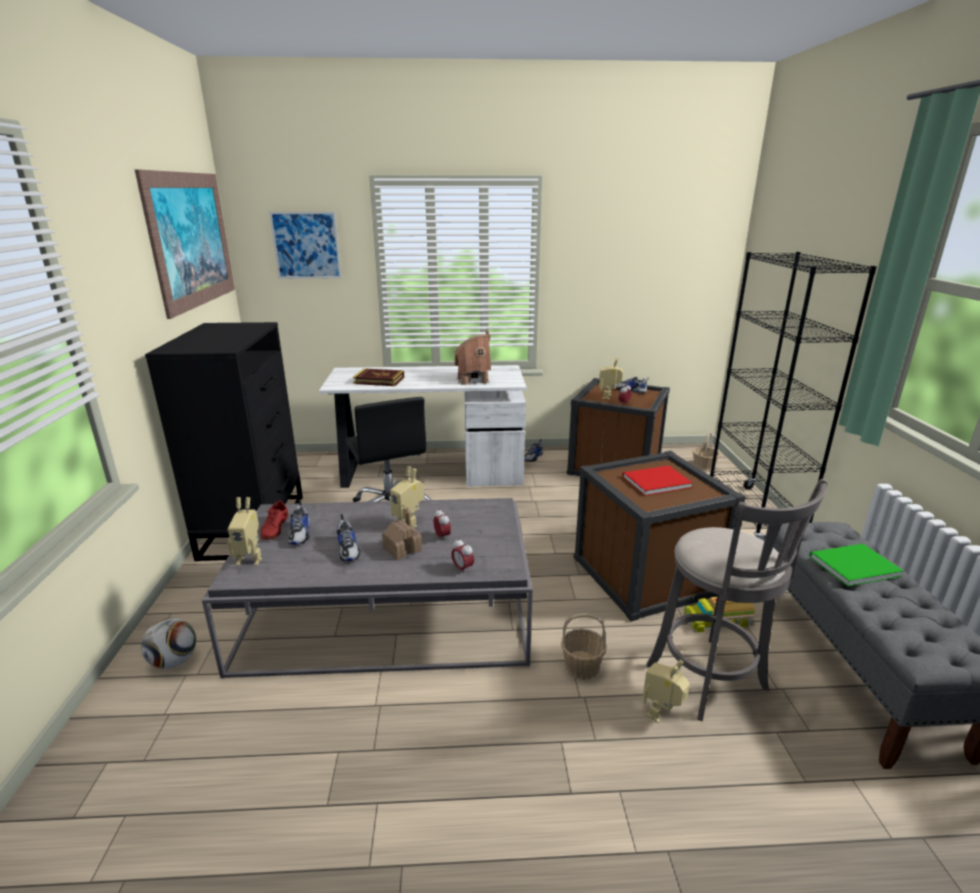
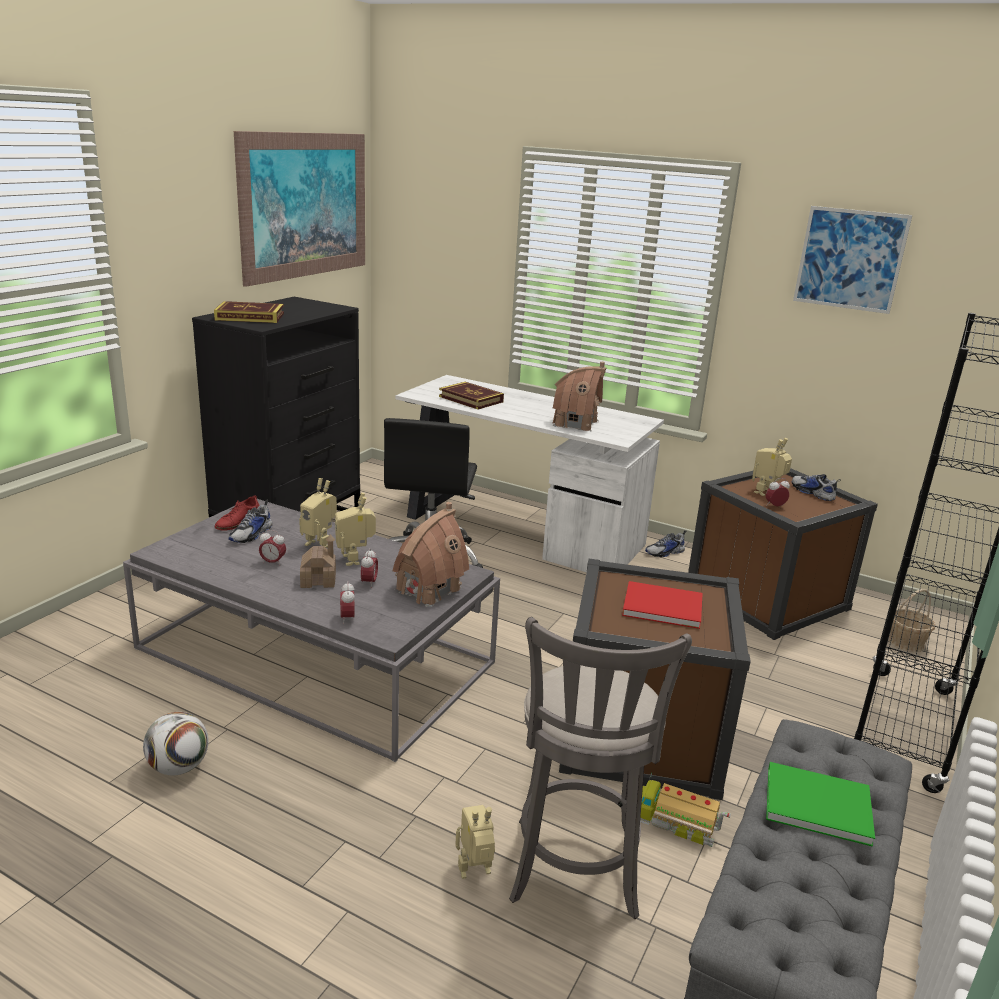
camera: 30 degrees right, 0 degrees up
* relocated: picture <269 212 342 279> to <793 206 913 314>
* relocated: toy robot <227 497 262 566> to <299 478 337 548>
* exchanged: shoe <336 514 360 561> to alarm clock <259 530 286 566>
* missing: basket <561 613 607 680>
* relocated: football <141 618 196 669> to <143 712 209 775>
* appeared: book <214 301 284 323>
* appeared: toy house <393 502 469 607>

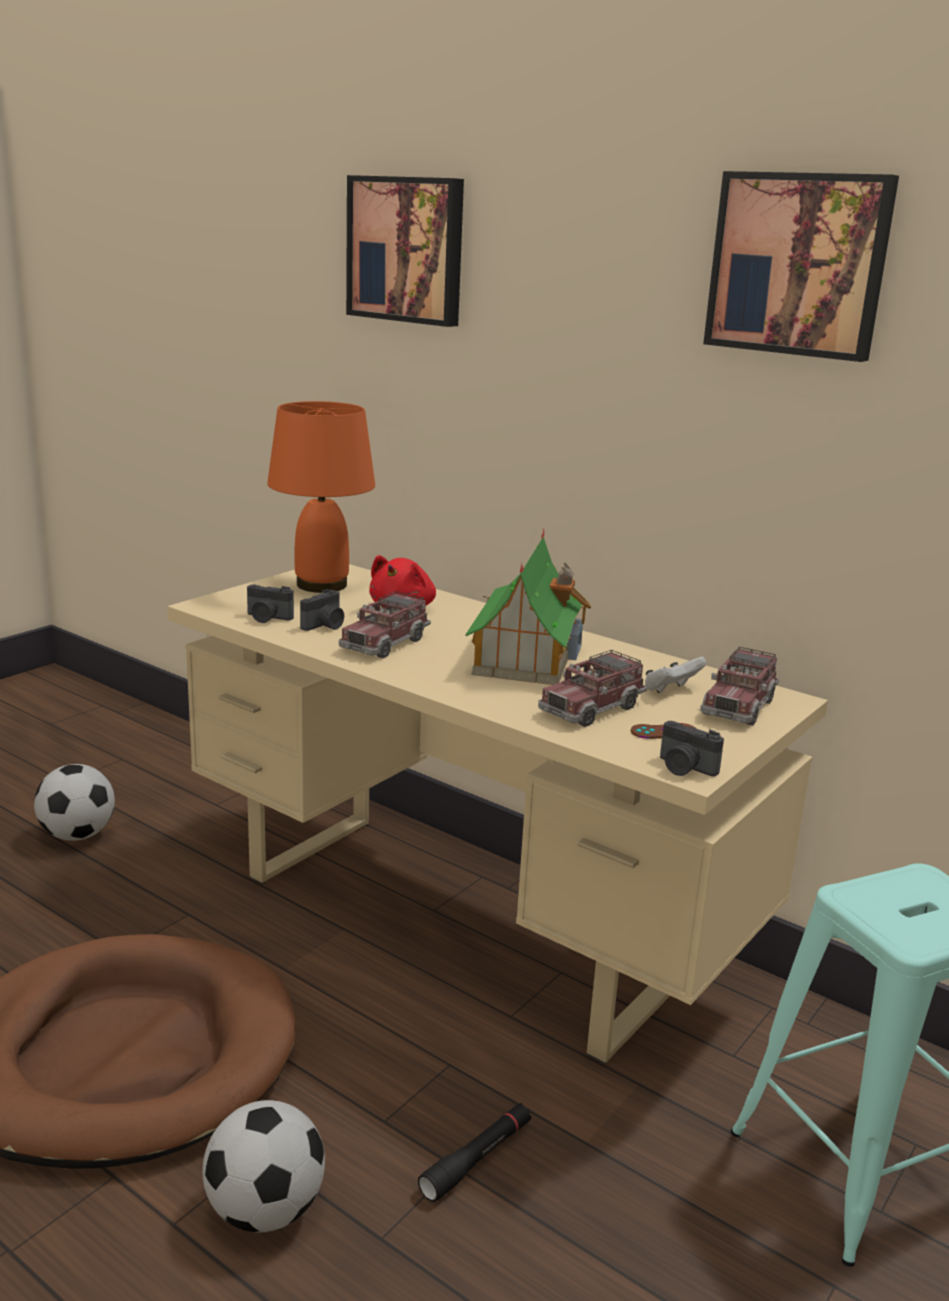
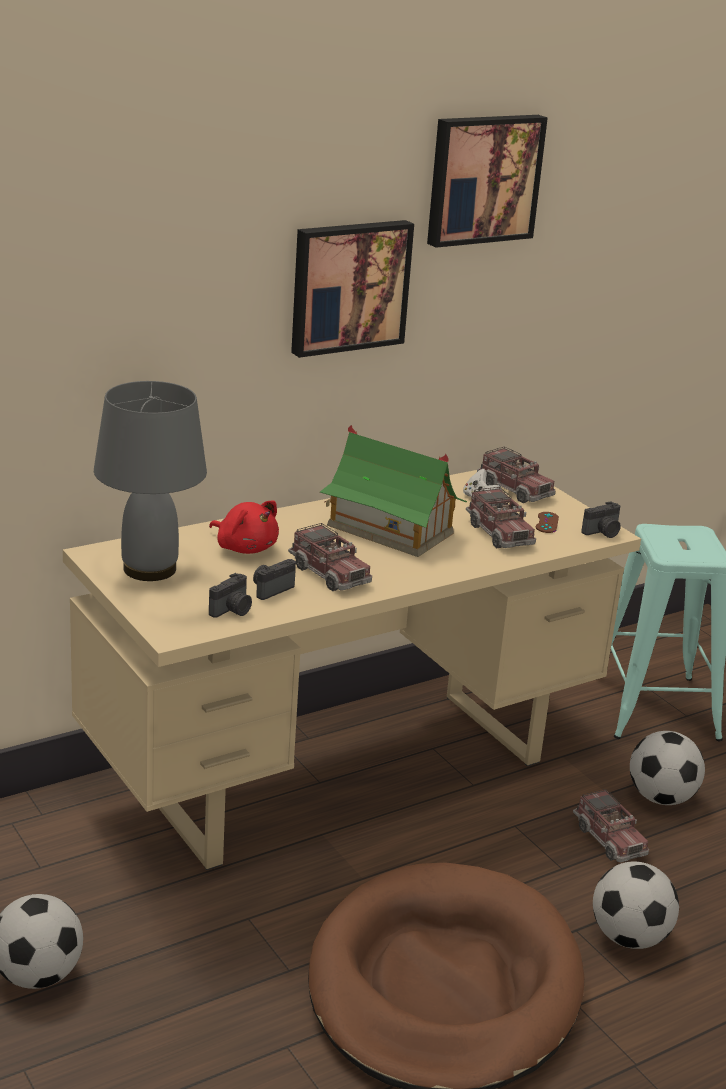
camera: 70 degrees left, 5 degrees up
* relocated: picture <346 175 464 327> to <291 220 414 358>
* colour: table lamp (orange) <267 401 375 593> to table lamp (grey) <94 381 207 581>
* spun: photo camera <300 589 344 631> = <253 559 296 600> 105 degrees counterclockwise
* exchanged: flashlight (black) <418 1103 531 1202> to toy truck <573 789 649 863>
* appeared: football <630 731 705 805>

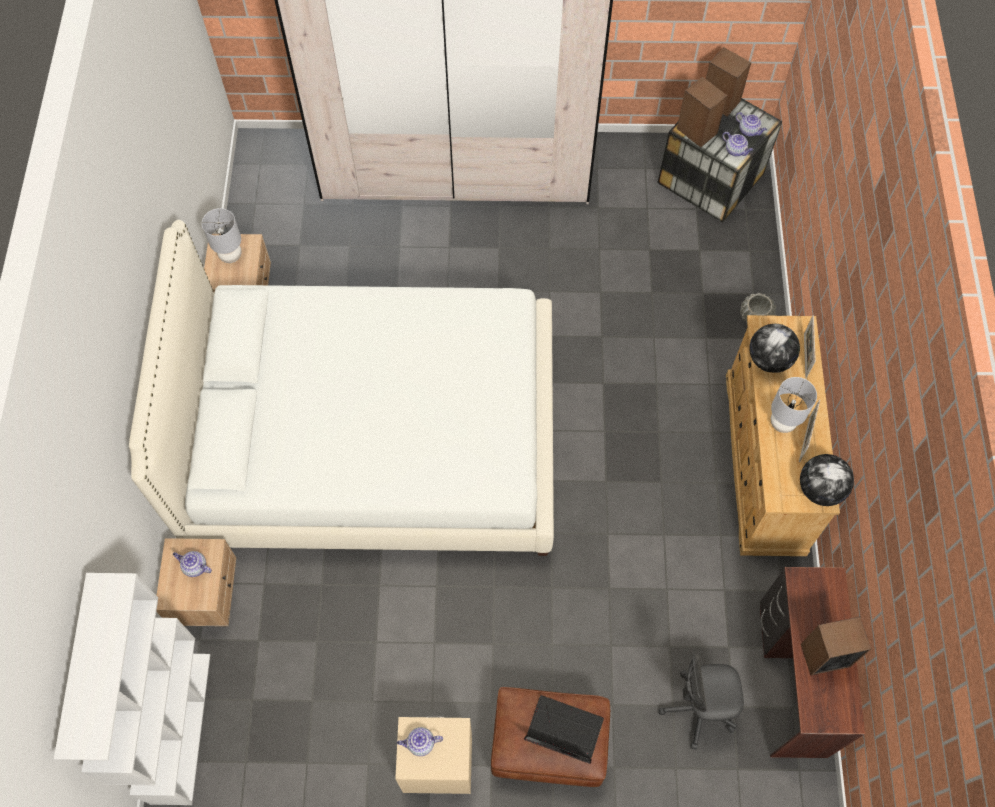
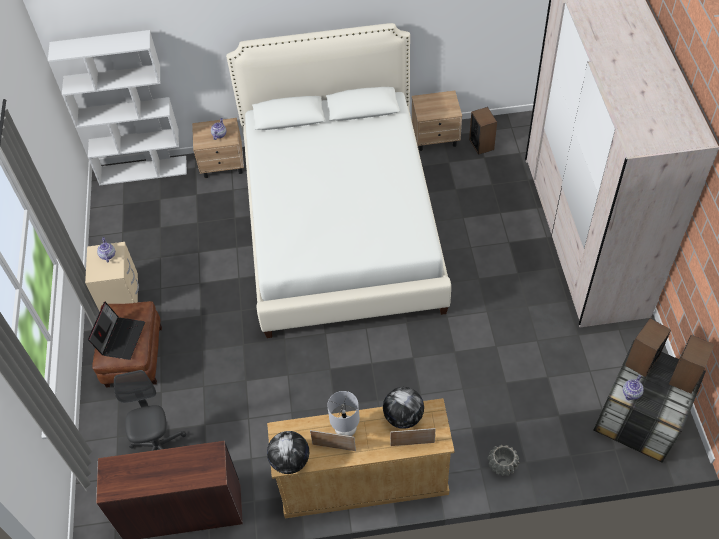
camera: 85 degrees right, 10 degrees down
* missing: teapot <736 112 767 136>
* missing: table lamp (grey) <202 208 242 263>
* relocated: speaker <801 617 871 675> to <469 107 497 155>

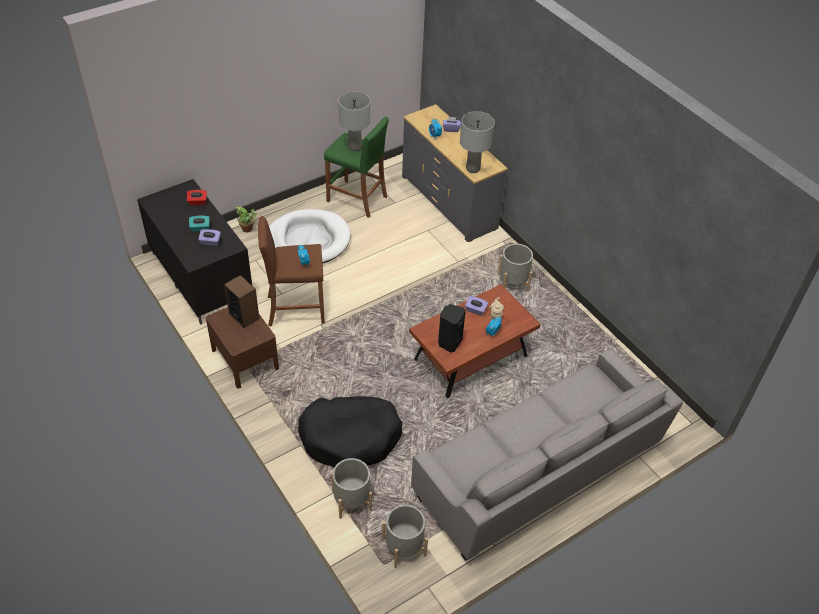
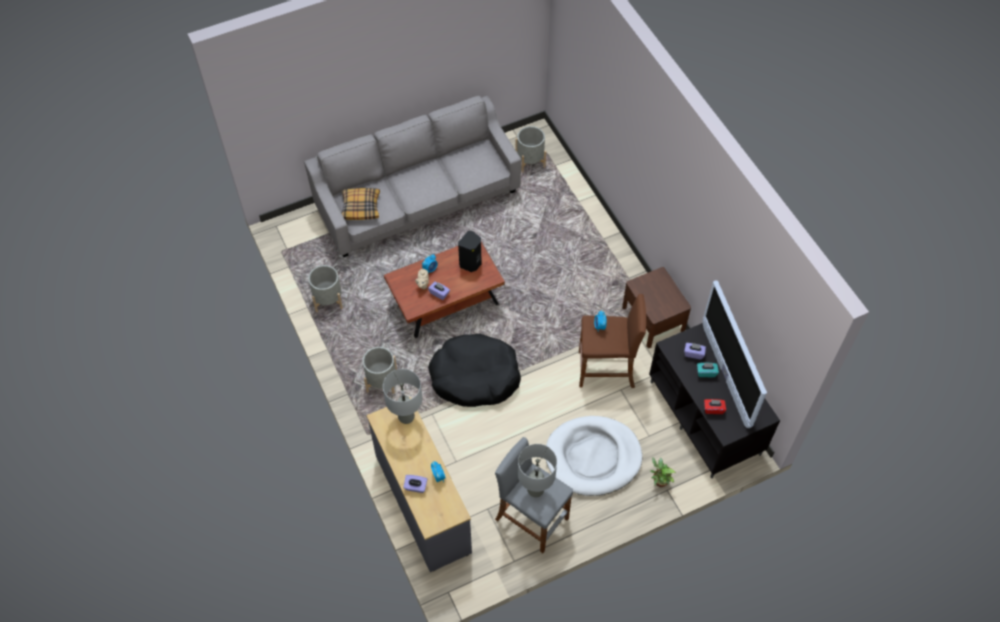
camera: 170 degrees left, 10 degrees up
* colour: stool (green) <324 117 389 218> to stool (grey) <495 437 573 553>
* missing: speaker <224 275 260 328>
* relocated: dog bed (black) <298 396 403 467> to <428 334 521 407>
* relocated: planter (grey) <331 458 372 519> to <308 265 343 312>
* appeared: pillow <341 188 380 220>
* appeared: television <703 280 767 428>

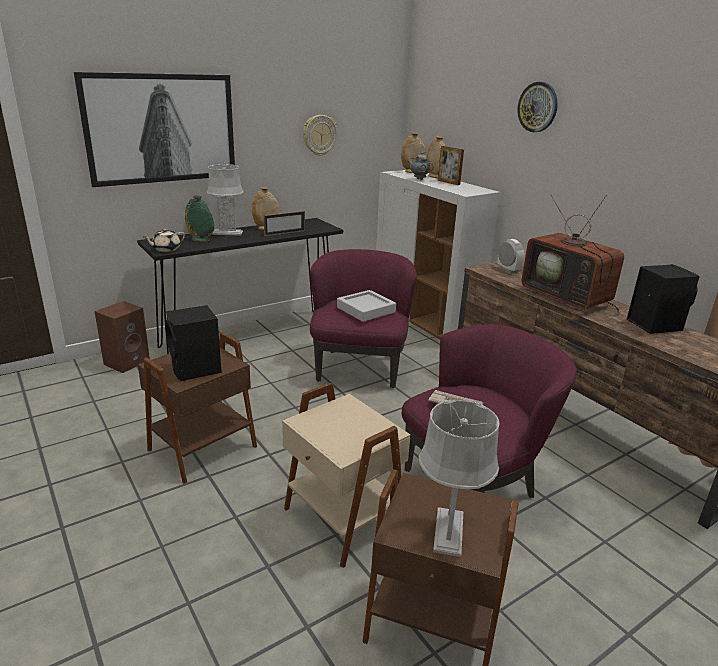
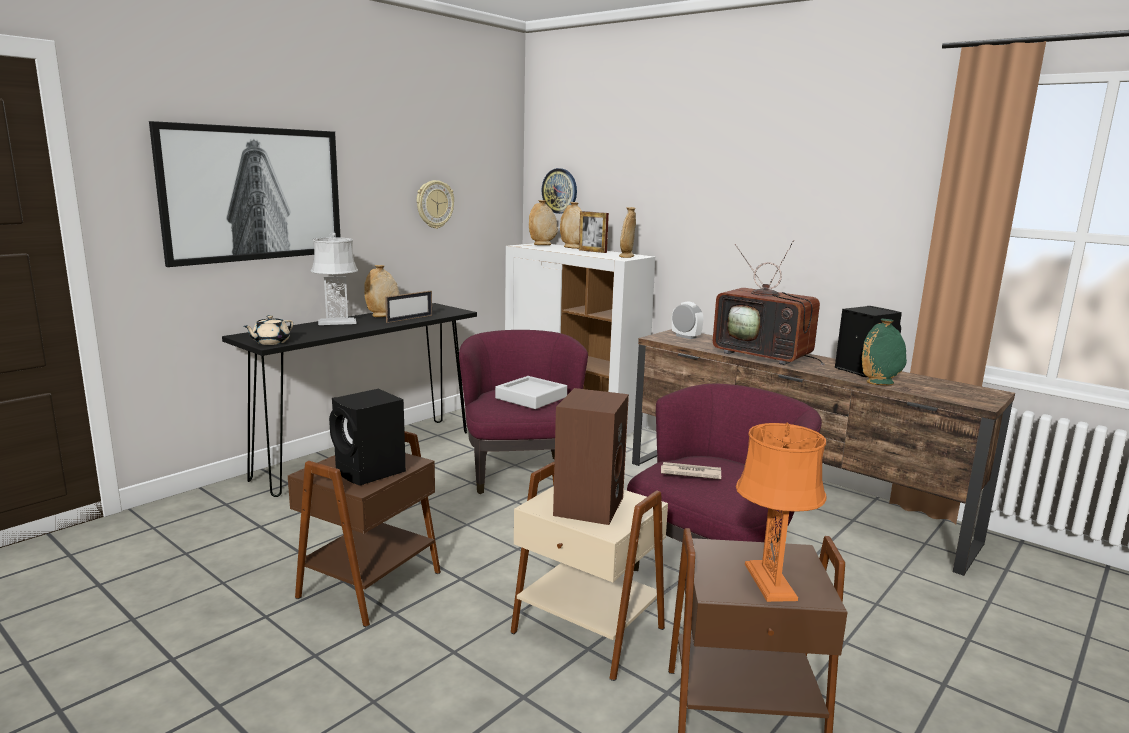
camera: 15 degrees left, 10 degrees down
* relocated: wall clock <517 82 558 132> to <542 168 577 214>
* missing: teapot <408 152 434 180>
* relocated: vase (green) <185 195 214 242> to <862 319 907 385>
* relocated: speaker (brown) <95 301 150 373> to <553 388 629 525>
* colour: table lamp (grey) <419 400 500 557> to table lamp (orange) <736 423 826 602>
* appeared: vase (beige) <619 207 636 258>

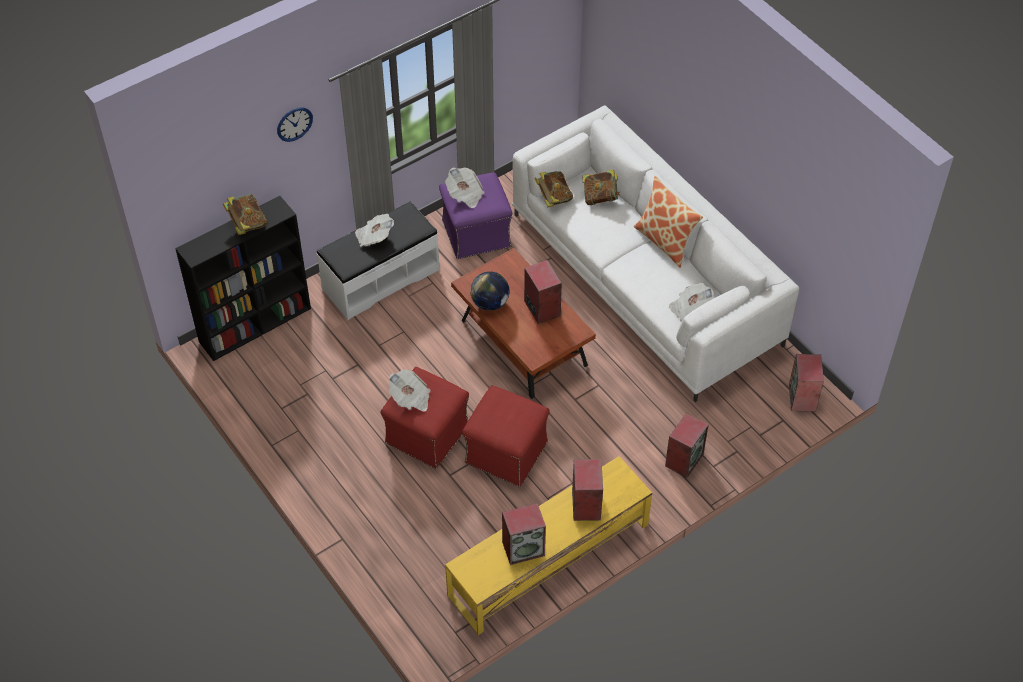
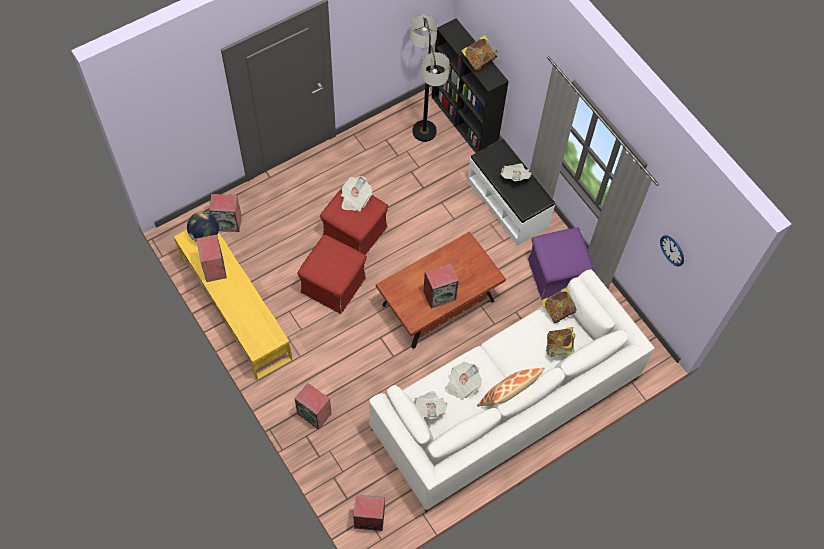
camera: 90 degrees right, 10 degrees up
* relocated: wall clock <277 107 313 142> to <660 235 684 266>
* relocated: newspaper <445 167 485 208> to <445 362 482 401>
* relocated: globe <470 272 509 311> to <187 211 219 242>
* relocated: speaker <572 459 603 521> to <209 194 241 232>
* appeared: floor lamp <410 15 450 142>

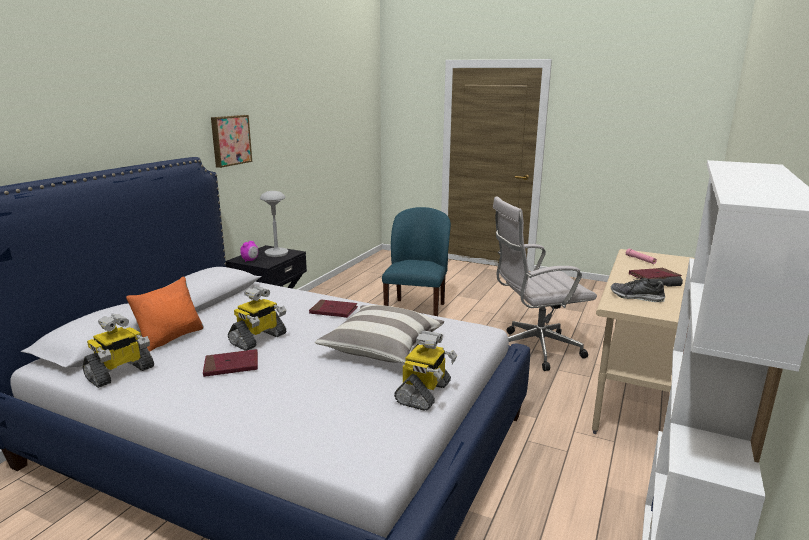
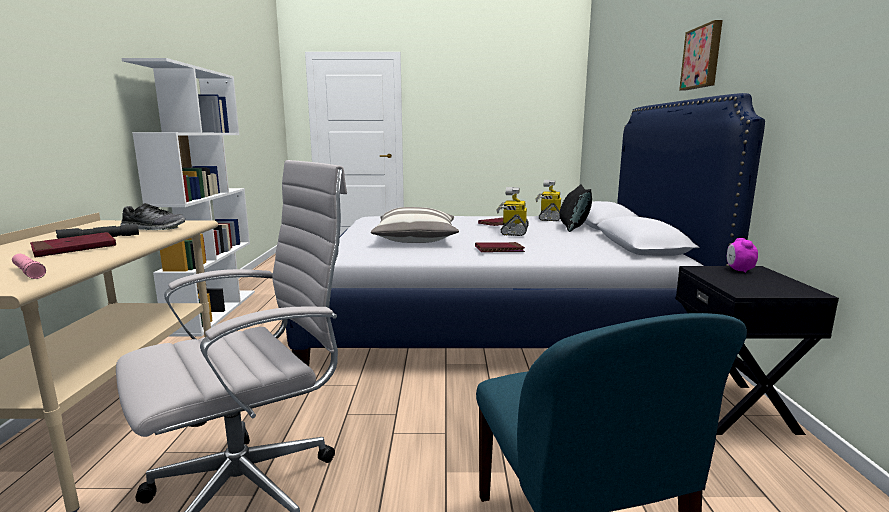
camera: 155 degrees right, 5 degrees down
* relocated: picture <211 115 252 168> to <679 20 723 90>
* missing: table lamp (grey) <260 191 288 257>
* colour: pillow (orange) <126 276 204 351> to pillow (black) <559 184 592 232>
* missing: toy robot <394 331 457 411>

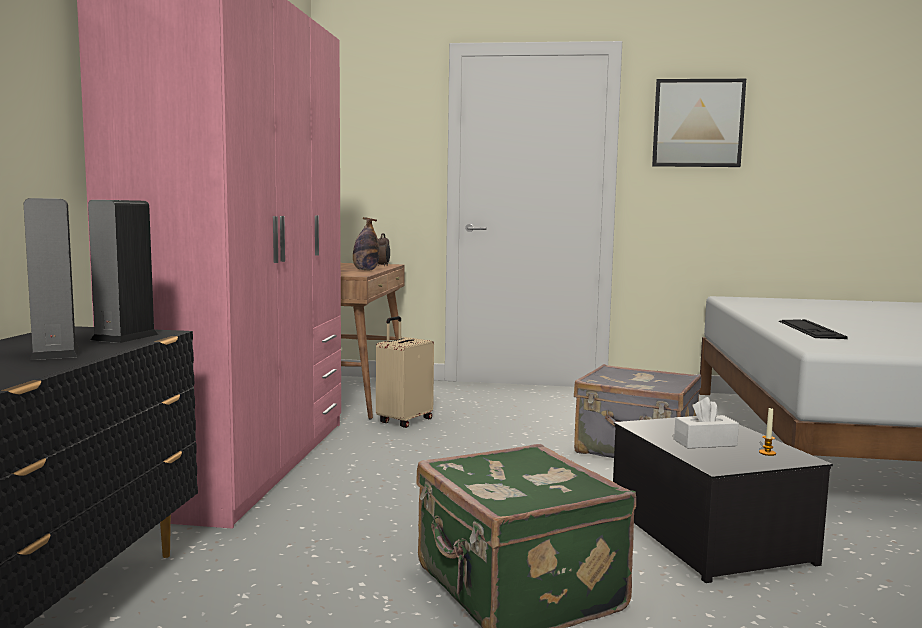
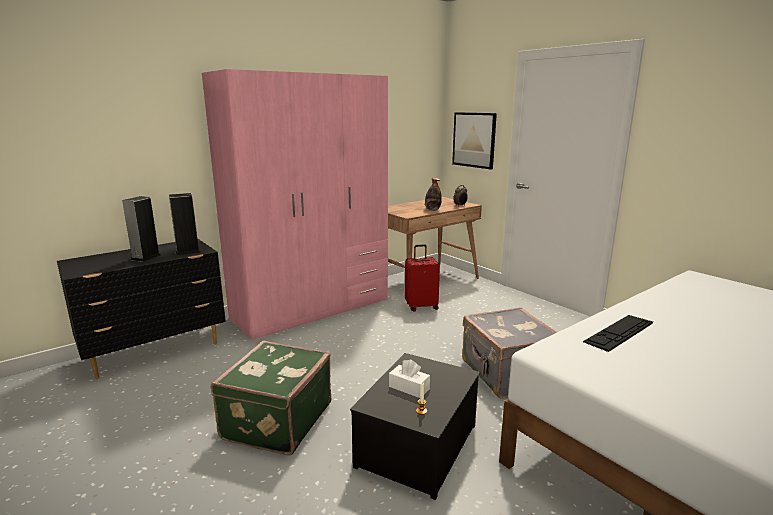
camera: 45 degrees right, 10 degrees up
* relocated: picture <652 79 746 167> to <452 112 497 169>
* colour: suitcase (beige) <376 316 434 428> to suitcase (red) <405 244 440 311>

